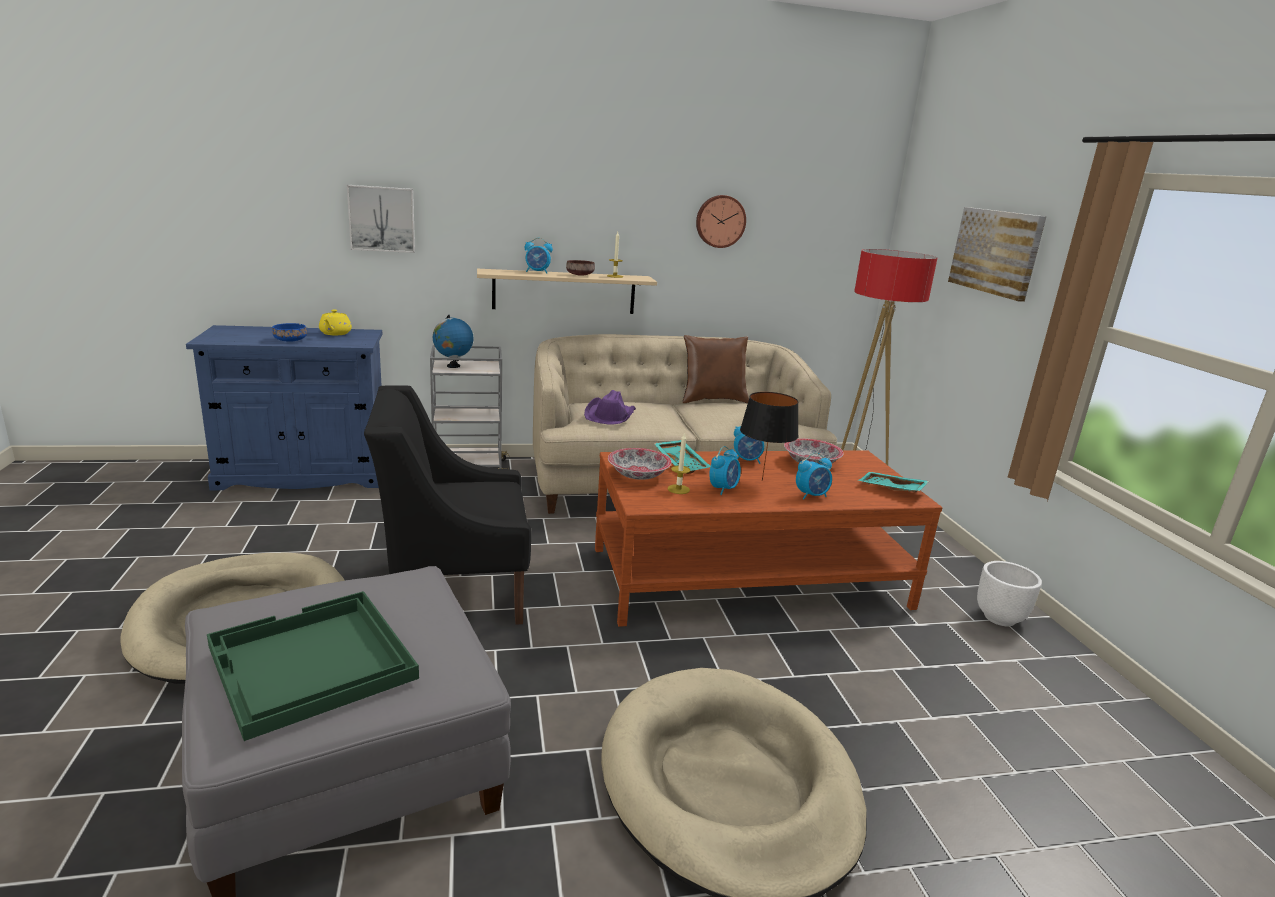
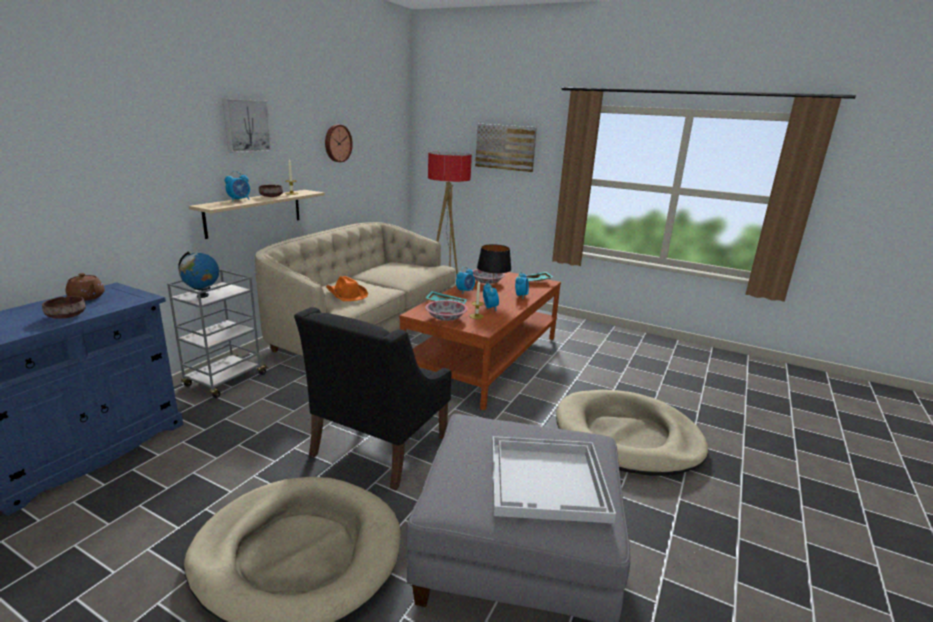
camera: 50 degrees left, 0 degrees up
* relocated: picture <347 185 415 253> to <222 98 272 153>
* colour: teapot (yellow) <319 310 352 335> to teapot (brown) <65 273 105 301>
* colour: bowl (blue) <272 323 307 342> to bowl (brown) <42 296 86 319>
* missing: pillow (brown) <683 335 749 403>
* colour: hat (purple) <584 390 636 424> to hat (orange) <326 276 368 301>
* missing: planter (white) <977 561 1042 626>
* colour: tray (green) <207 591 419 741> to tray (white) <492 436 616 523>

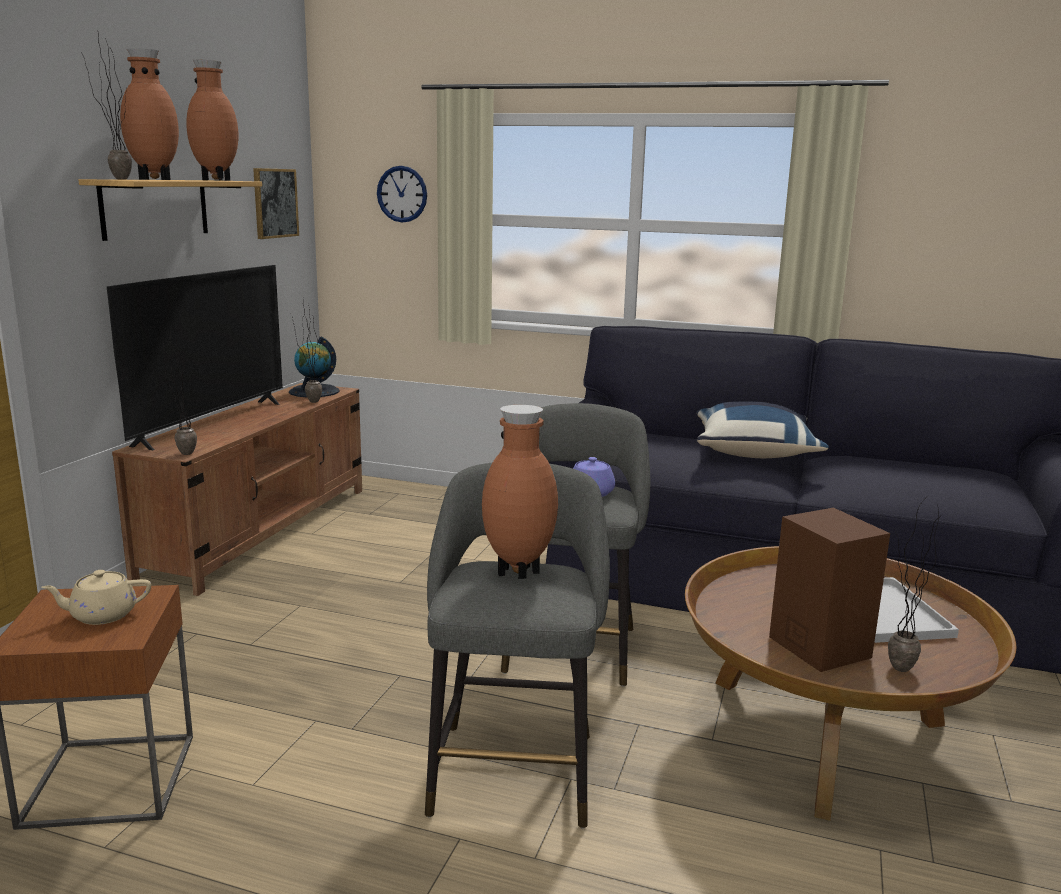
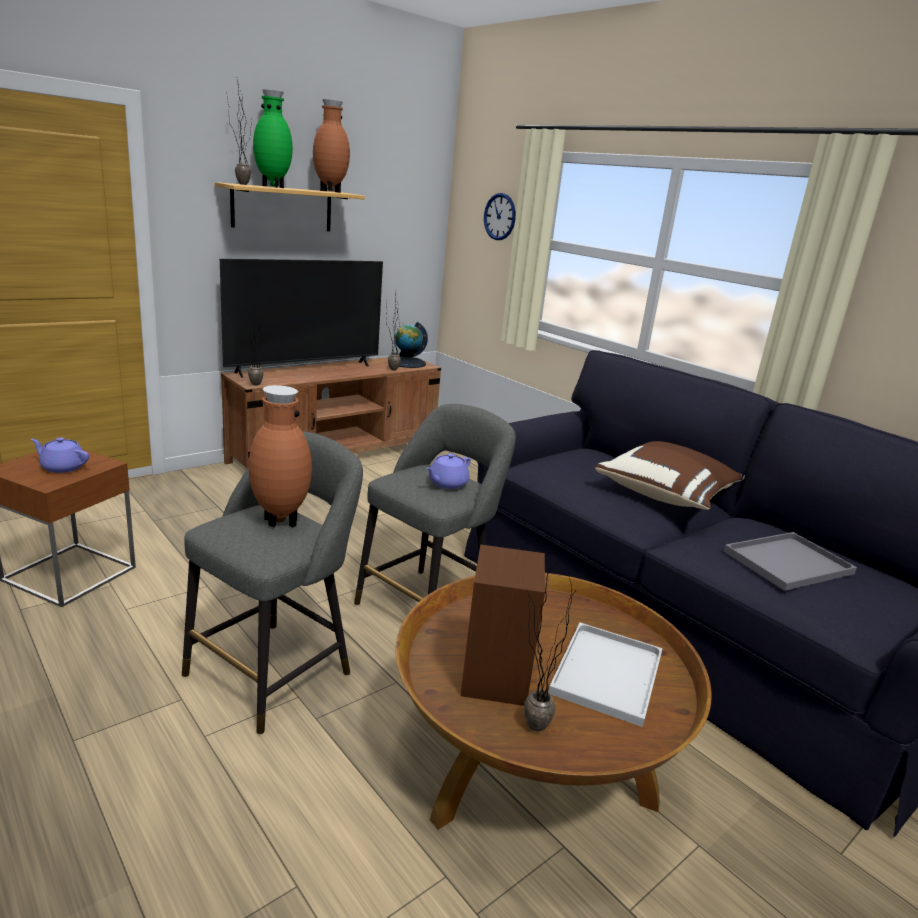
camera: 30 degrees right, 5 degrees up
* colour: vase (brown) <120 48 179 180> to vase (green) <253 90 293 188>
* missing: picture <253 168 299 239>
* colour: pillow (blue) <696 401 829 458> to pillow (brown) <595 441 745 510>
* colour: teapot (beige) <41 570 151 625> to teapot (purple) <31 437 89 473>
* appeared: tray (grey) <724 532 857 591>

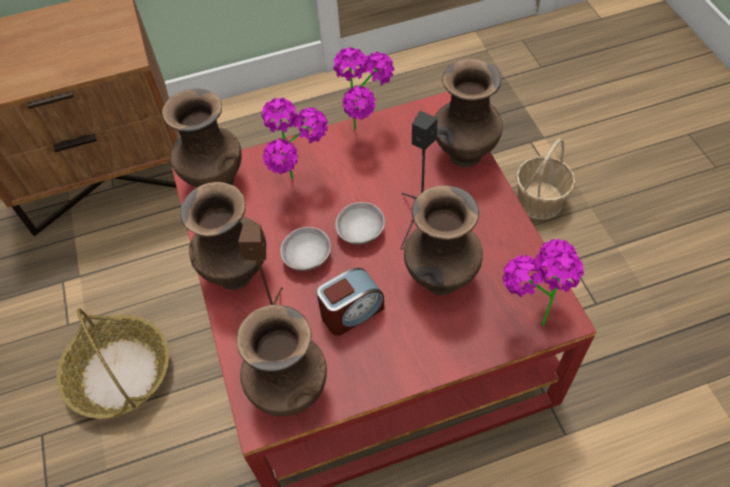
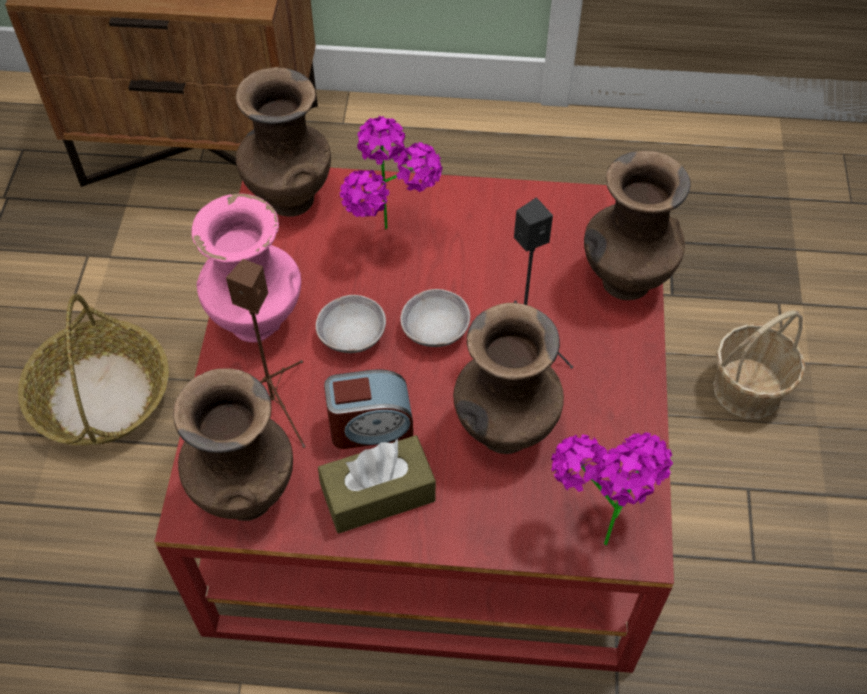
camera: 20 degrees right, 0 degrees up
* missing: potted plant <333 47 394 130>
* colour: vase (brown) <180 182 266 290> to vase (pink) <192 193 301 343>
* appeared: tissue box (brown) <318 435 436 534>

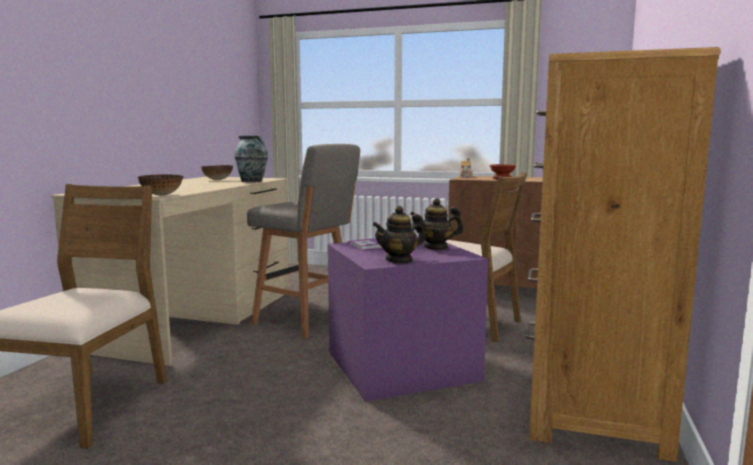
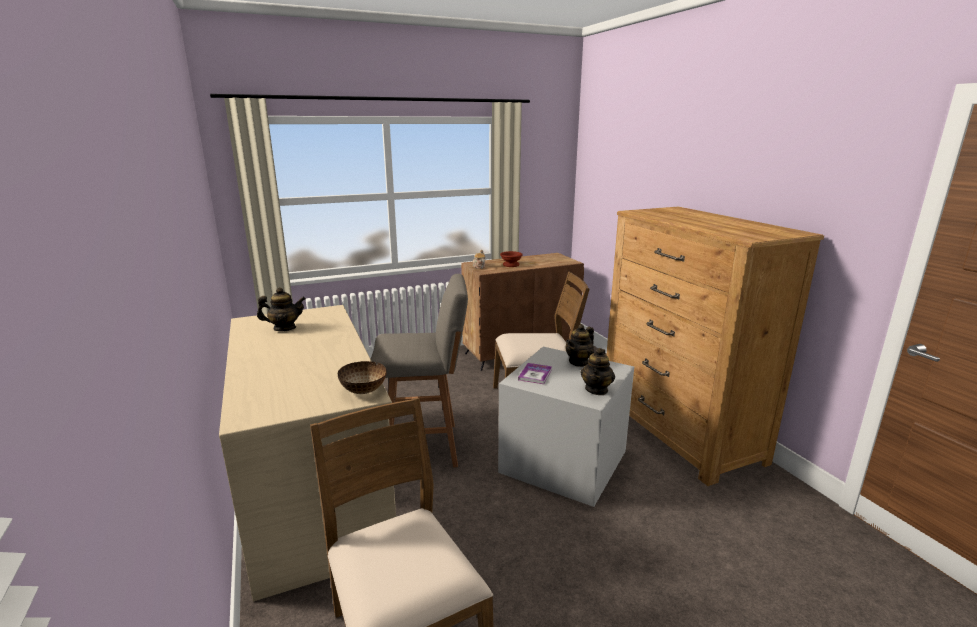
camera: 40 degrees left, 10 degrees up
* missing: vase <234 136 268 182>
* exchanged: bowl <201 165 233 180> to teapot <257 287 305 331>
* colour: storage box (purple) <328 240 488 402> to storage box (grey) <498 347 634 507>

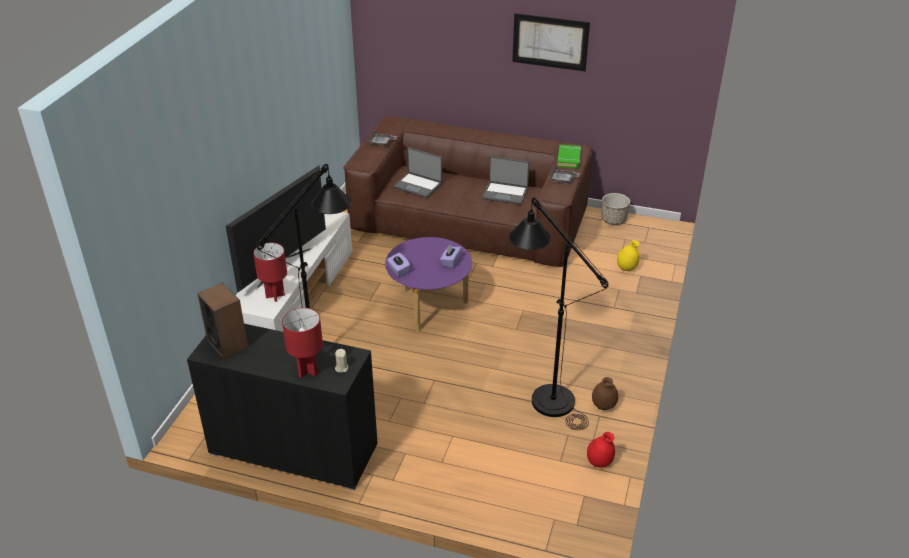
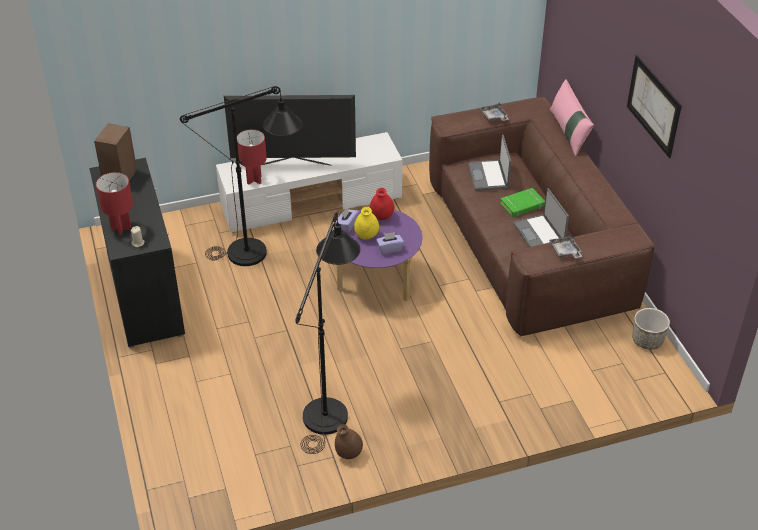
camera: 55 degrees right, 5 degrees up
* relocated: book (green) <557 145 581 168> to <500 188 545 217>
* relocated: vase (yellow) <617 240 640 271> to <354 207 379 239>
* relocated: vase (red) <587 432 615 468> to <370 188 394 220>
* appeared: pillow (pink) <550 80 594 156>

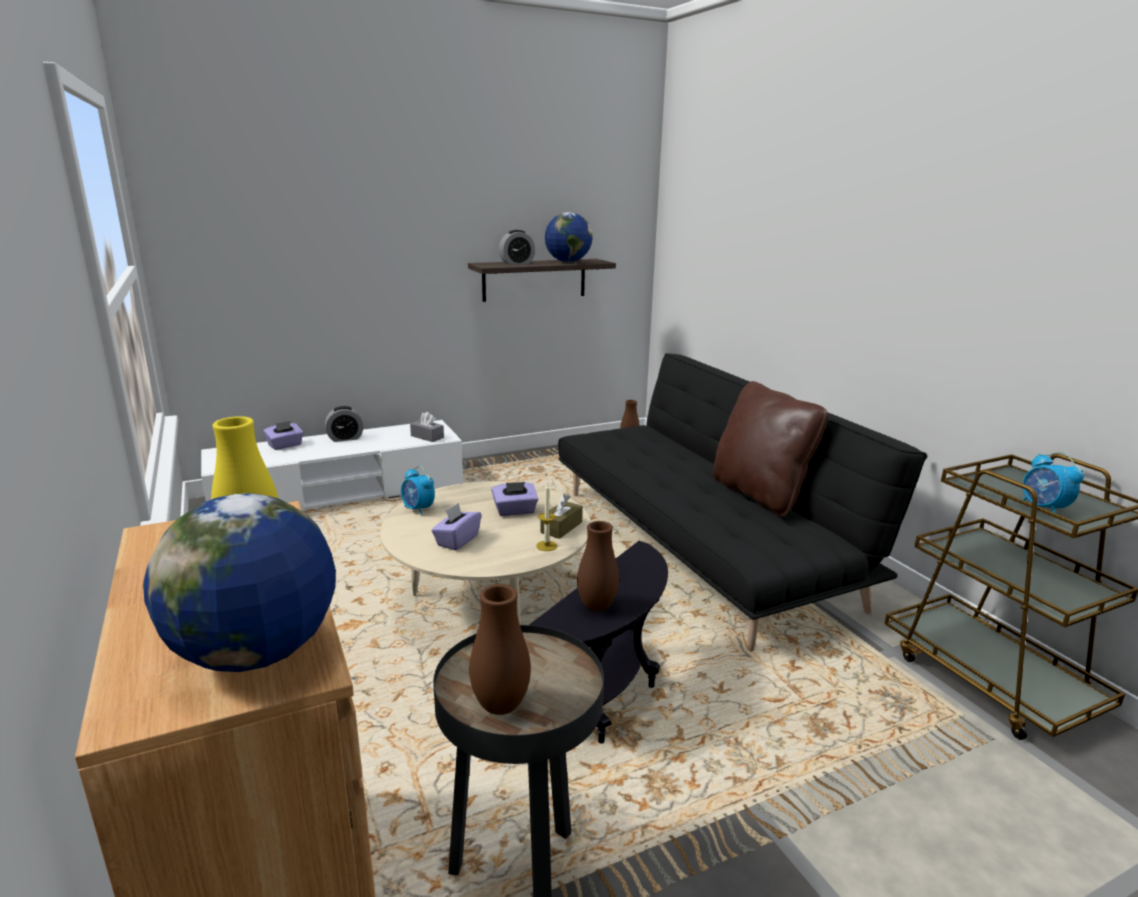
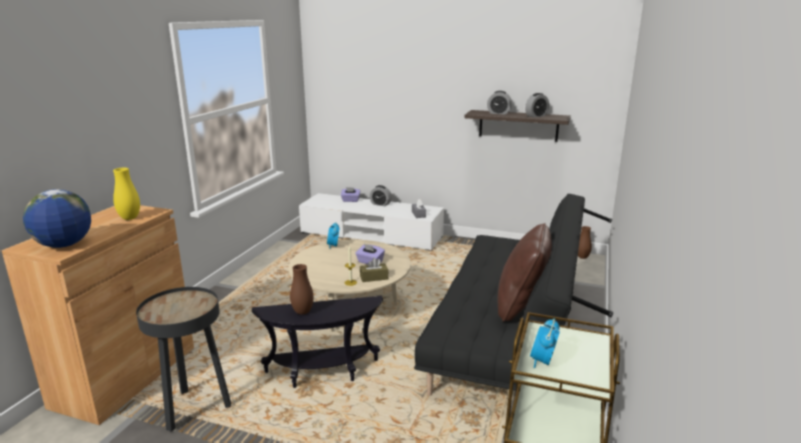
camera: 45 degrees right, 0 degrees up
* exchanged: globe <545 212 593 262> to alarm clock <525 93 549 117>
* missing: tissue box (purple) <432 503 481 550>
* missing: vase (brown) <469 584 531 715>

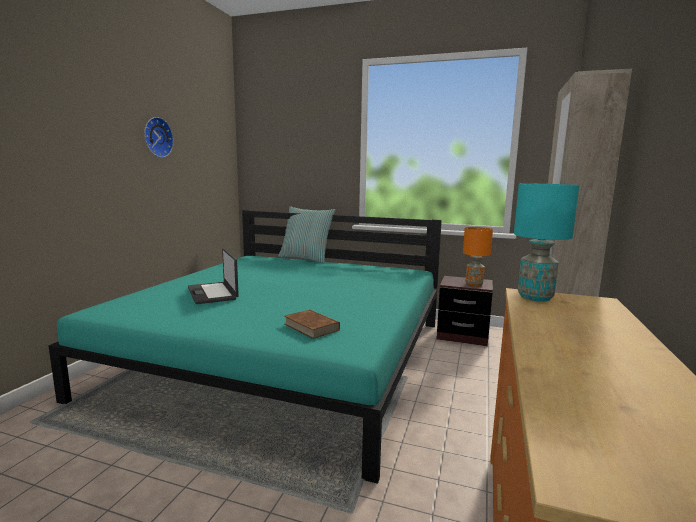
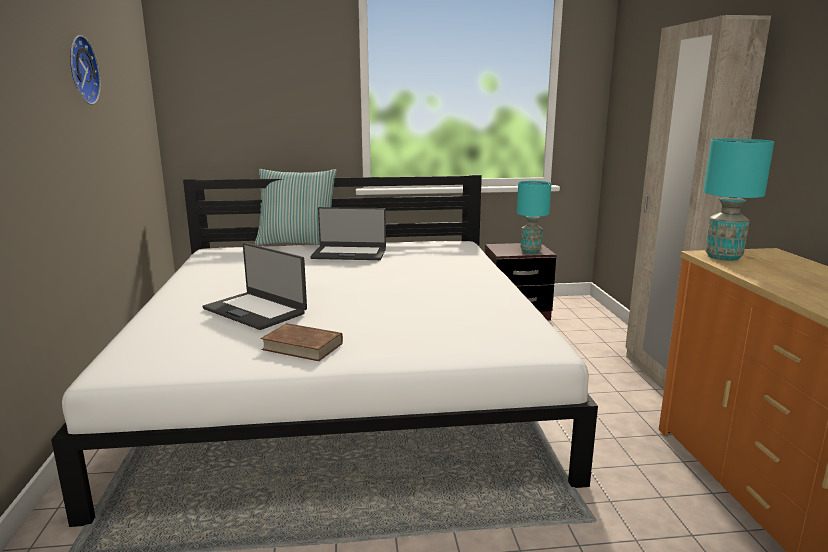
camera: 25 degrees left, 5 degrees up
* colour: bed (turquoise) <48 210 442 484> to bed (white) <51 175 598 527>
* colour: table lamp (orange) <463 227 493 287> to table lamp (turquoise) <517 181 551 253>
* relocated: book (brown) <284 309 340 339> to <260 323 343 361>
* appeared: laptop <310 207 386 260>

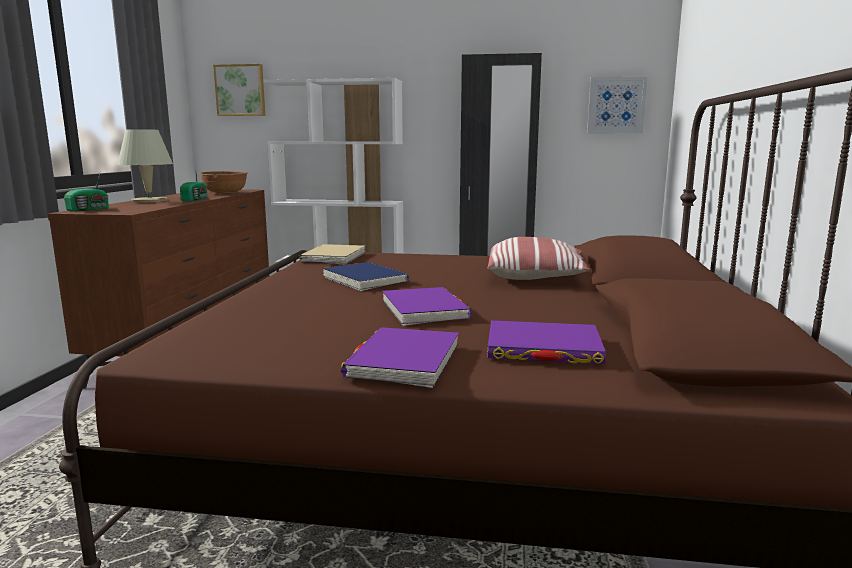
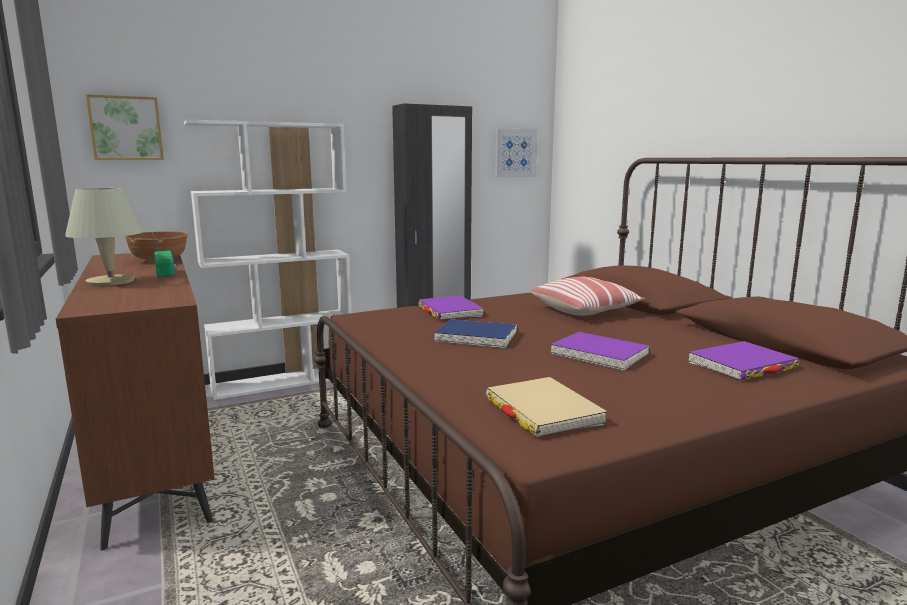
camera: 35 degrees left, 0 degrees up
* missing: radio <64 173 109 212>
* relocated: book (beige) <299 244 365 265> to <486 377 608 437>
* relocated: book (purple) <341 327 459 388> to <418 296 484 320>

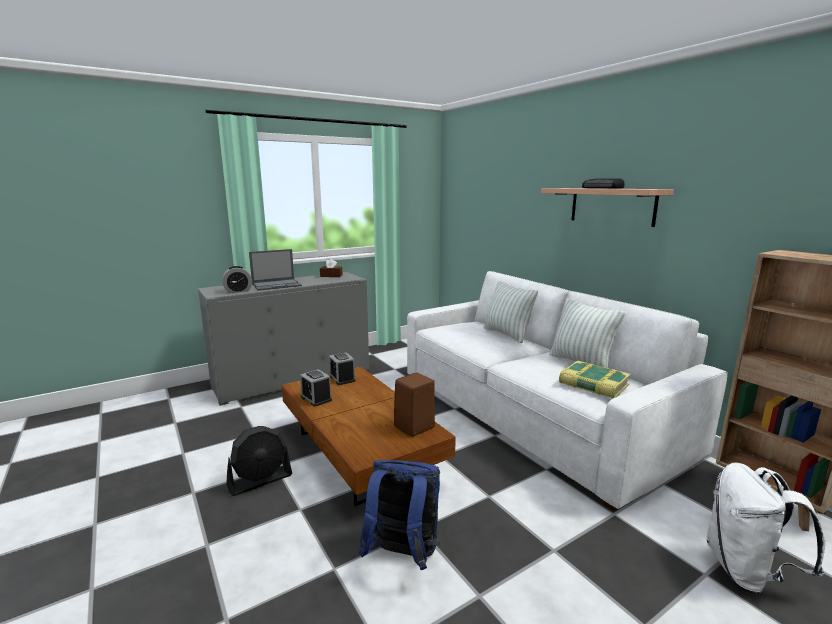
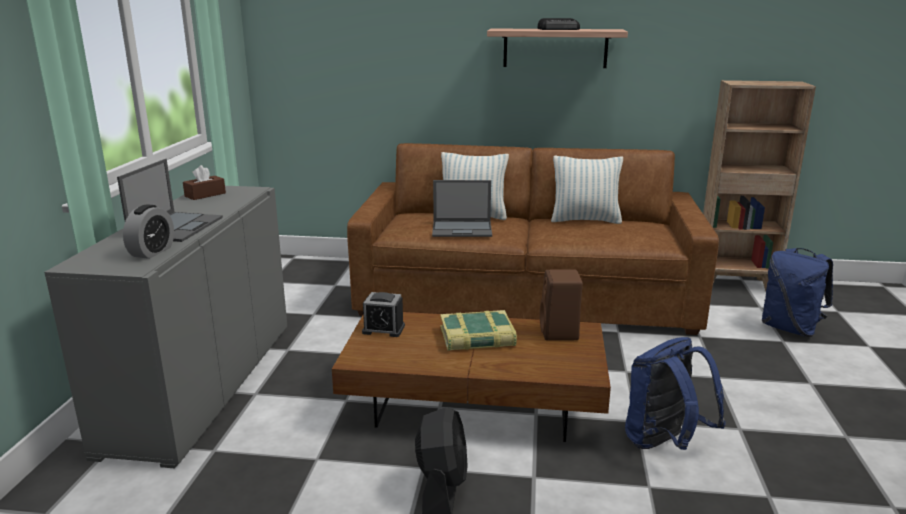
camera: 50 degrees left, 5 degrees up
* colour: sofa (white) <407 271 728 511> to sofa (brown) <347 143 719 335>
* relocated: book <559 361 630 398> to <440 310 517 351>
* missing: alarm clock <300 369 332 407>
* colour: backpack (white) <706 463 825 595> to backpack (blue) <762 248 833 337>
* appeared: laptop <432 180 492 237>

